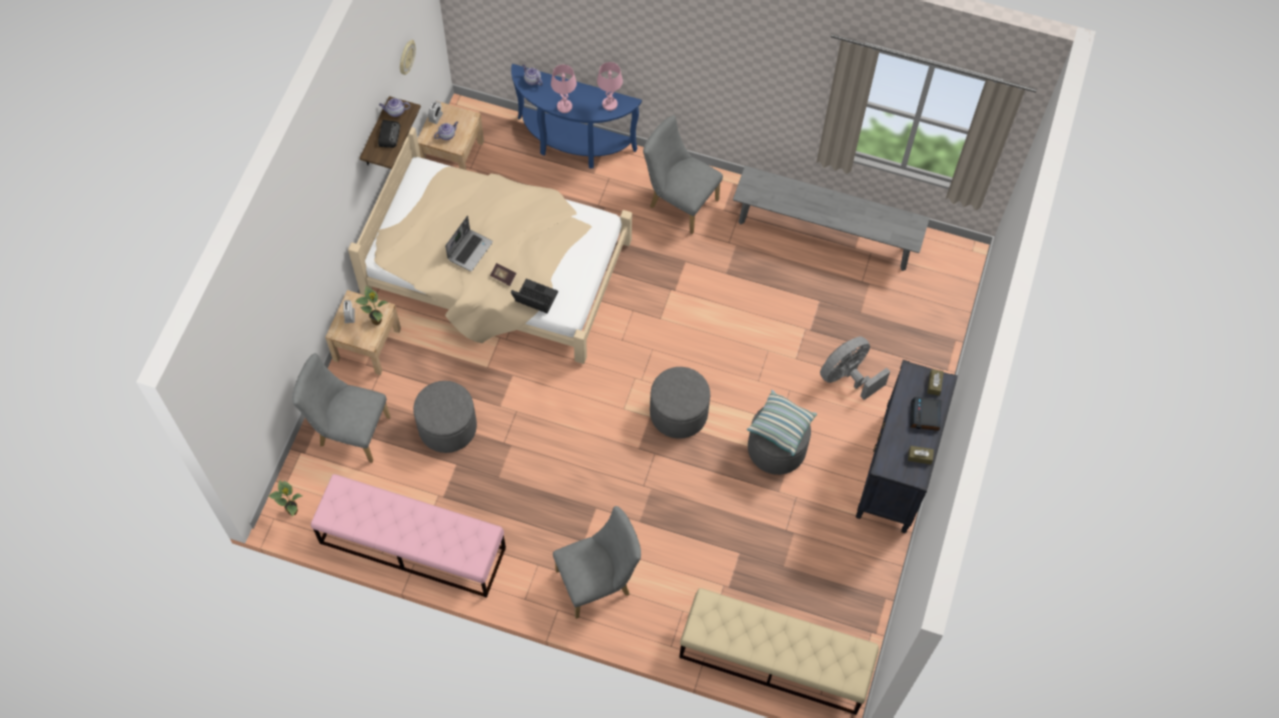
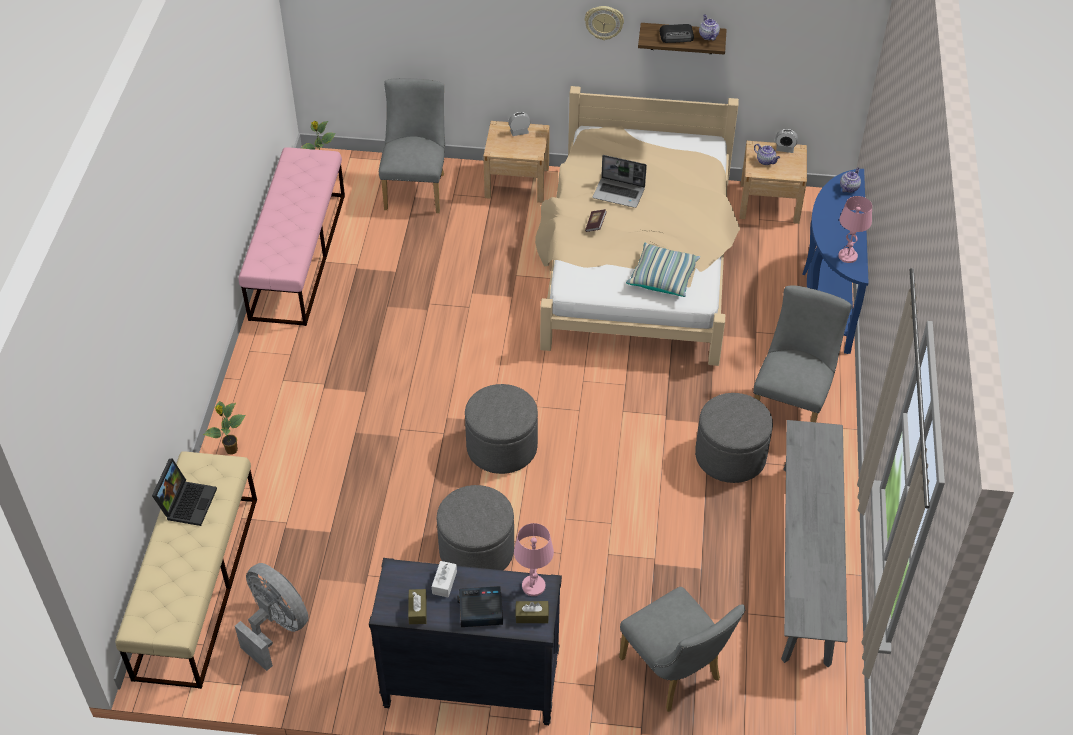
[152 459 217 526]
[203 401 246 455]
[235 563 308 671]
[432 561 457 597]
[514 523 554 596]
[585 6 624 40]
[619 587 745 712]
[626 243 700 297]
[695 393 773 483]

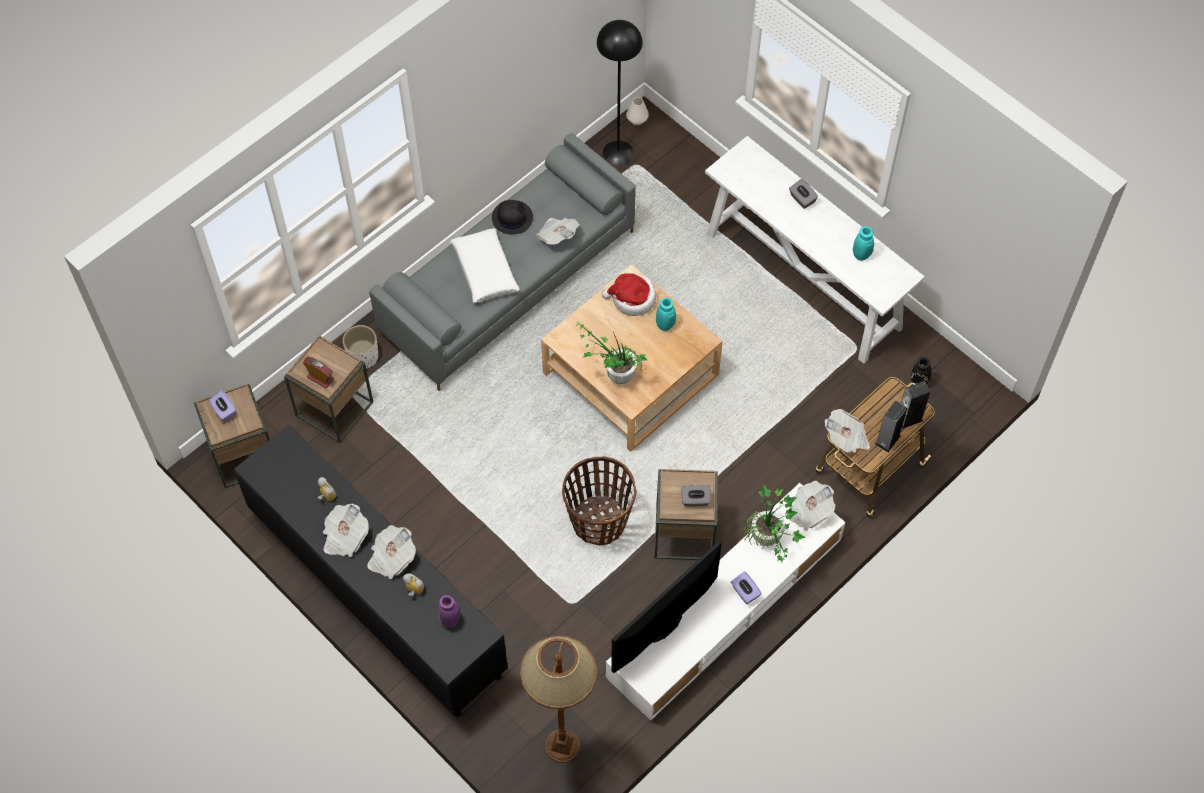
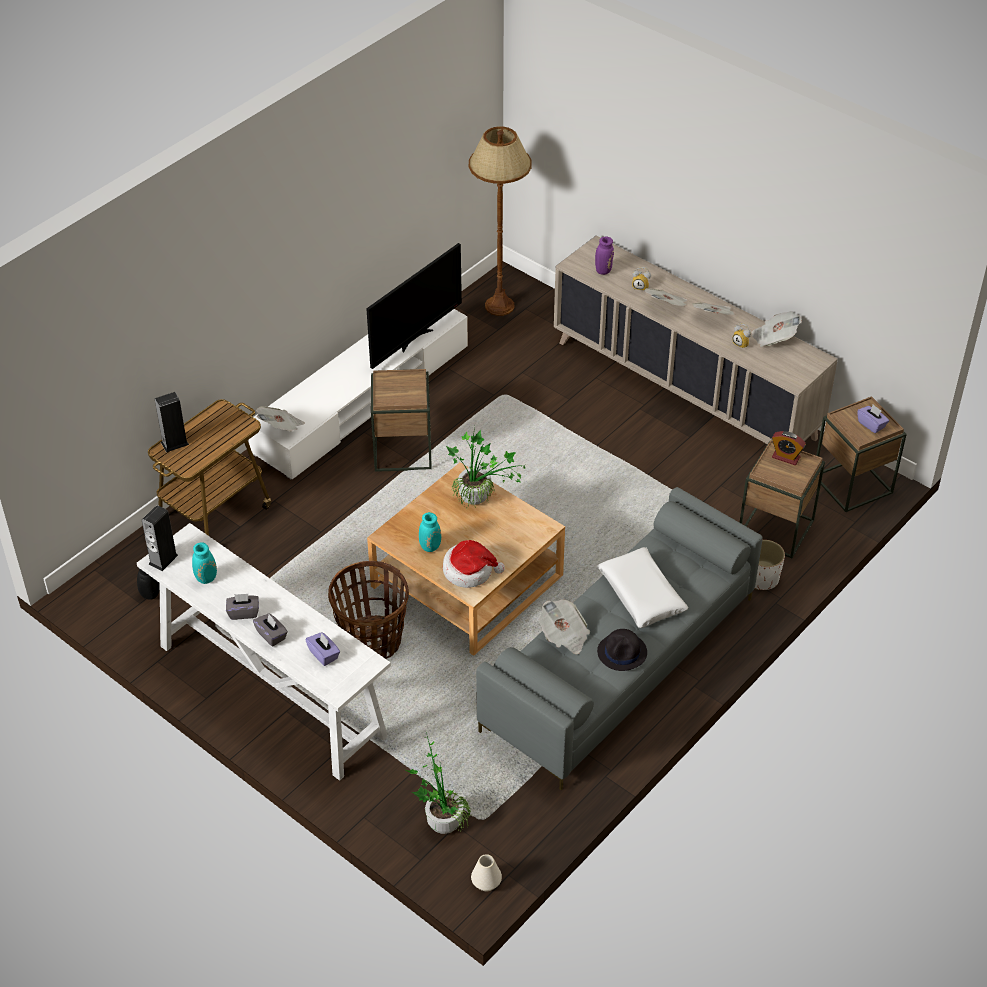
[142 505 178 571]
[226 594 259 620]
[305 632 340 666]
[328 561 409 659]
[405 732 472 834]
[554 235 838 444]
[751 311 802 347]
[597 20 643 166] (first image)

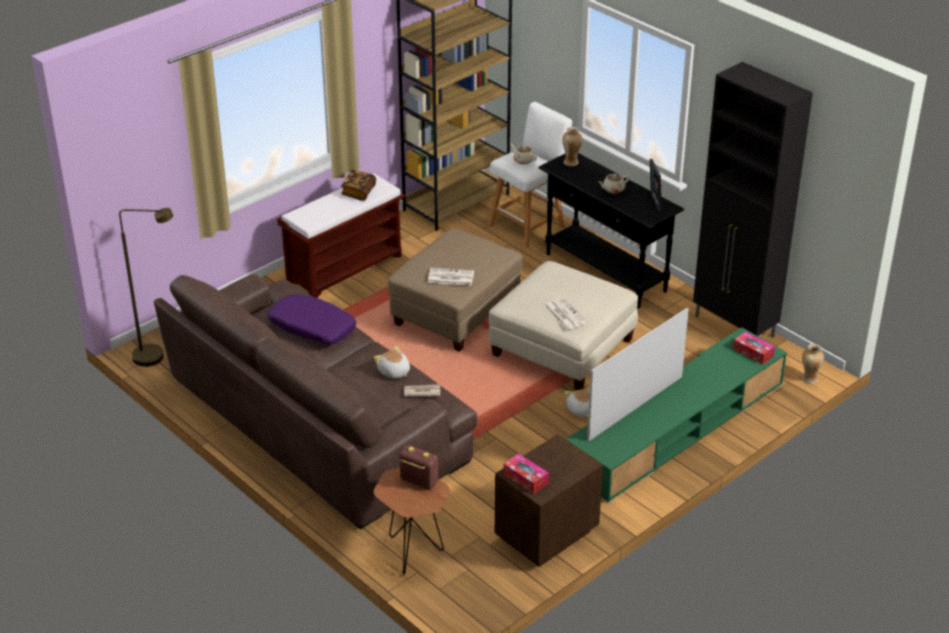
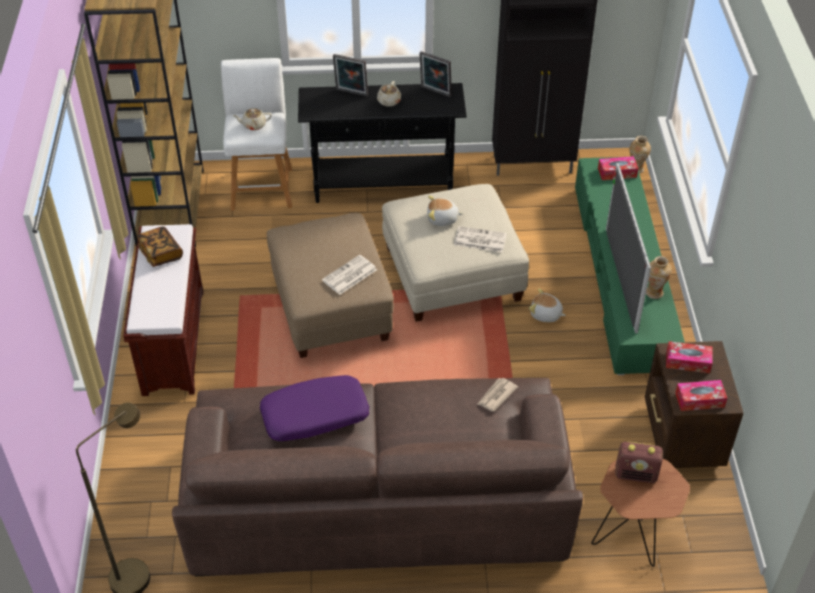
[333 54 368 96]
[427 196 463 226]
[615 442 663 483]
[646 256 672 299]
[666 341 713 373]

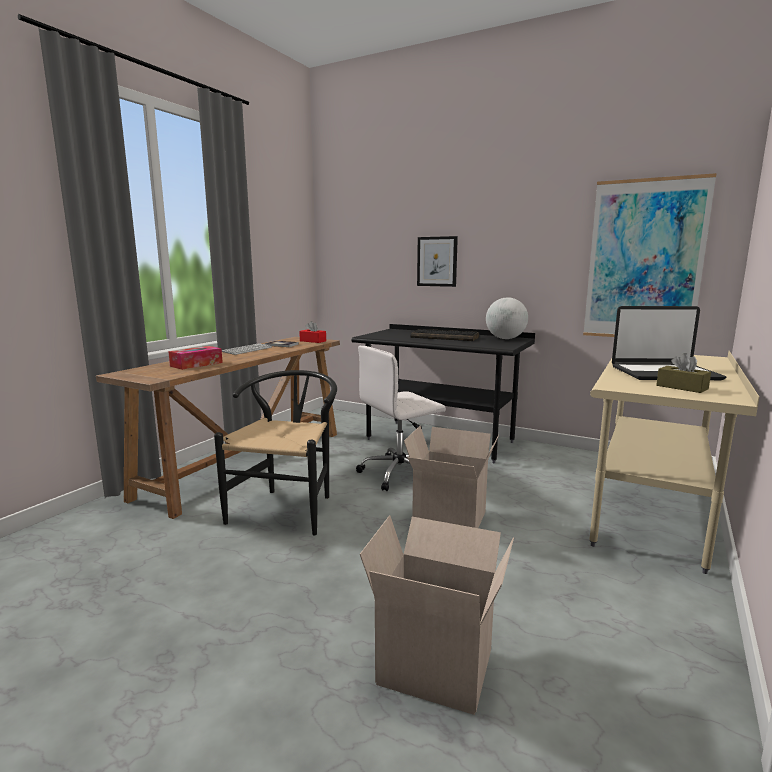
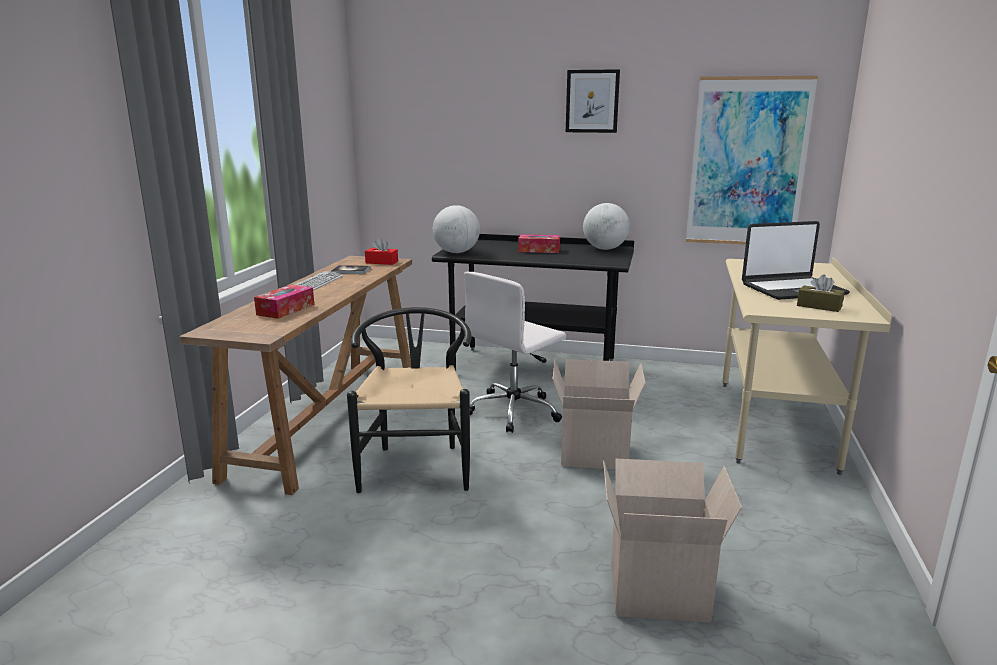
[433 205 480 253]
[518 234 560 253]
[566 69 620 133]

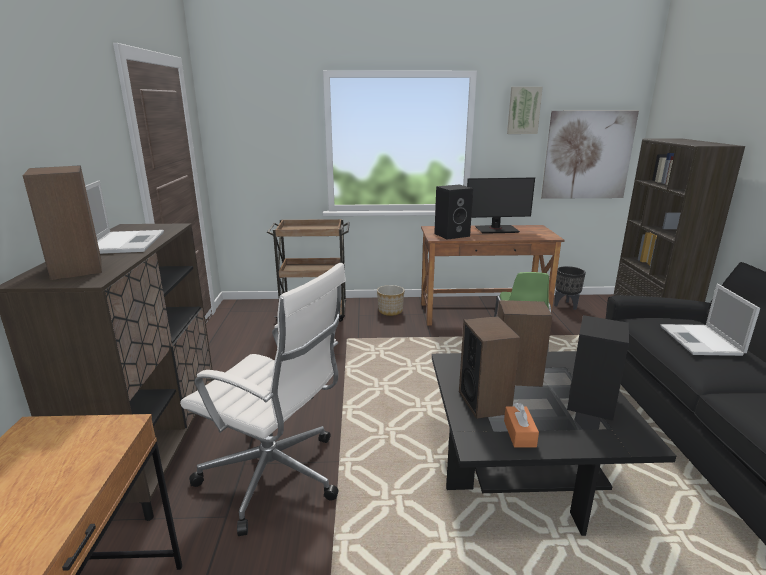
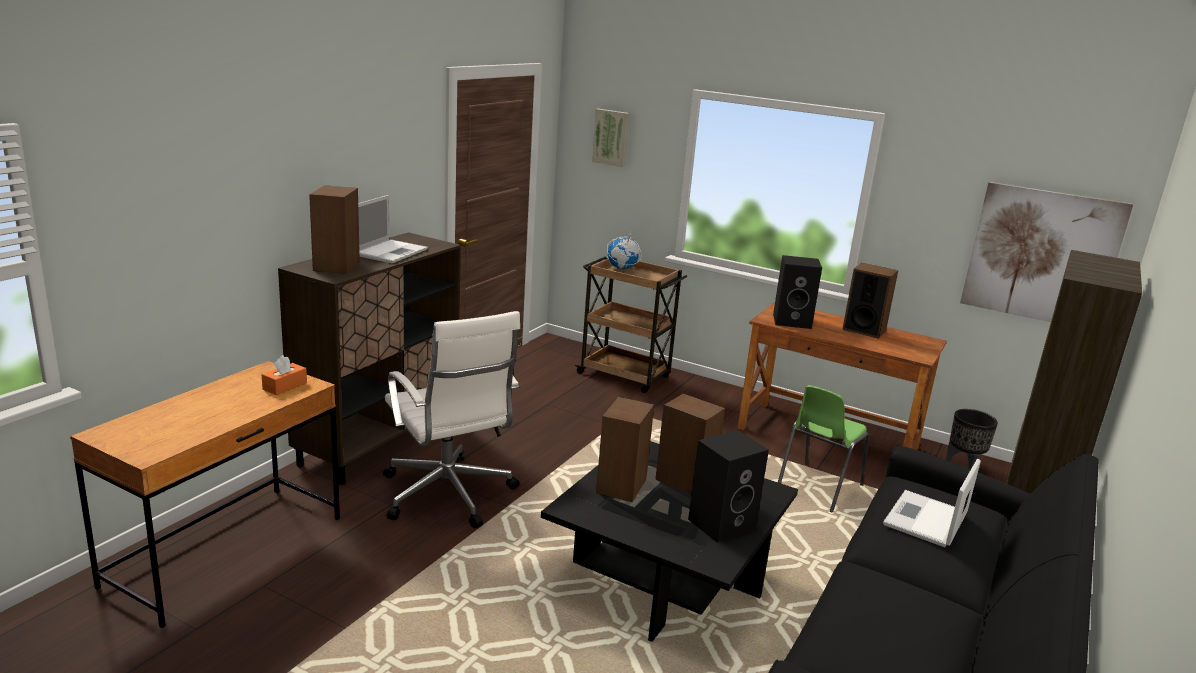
[262 355 307 395]
[592 109 630 167]
[607 232 642 269]
[842 263 898 339]
[377 285 404 316] (first image)

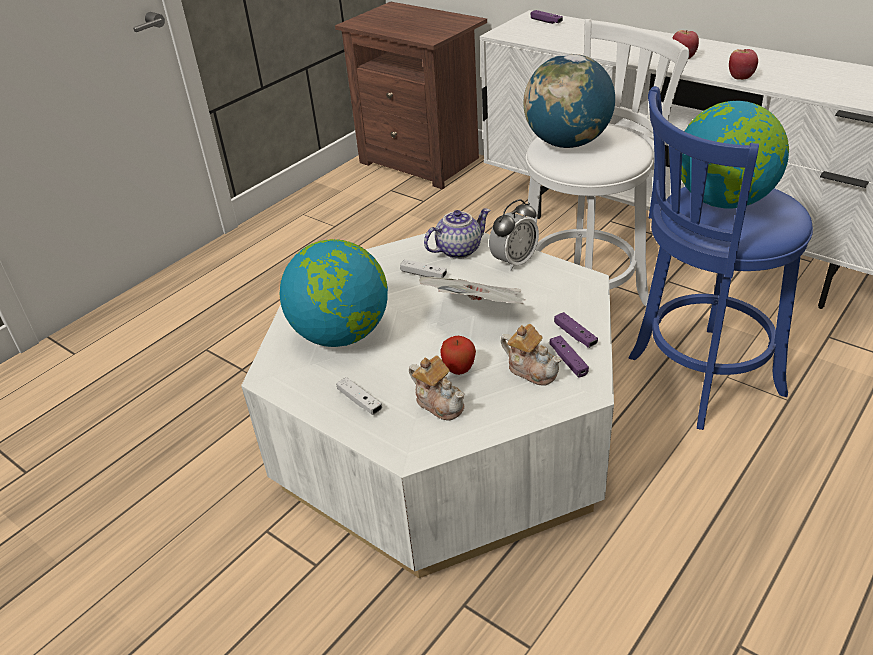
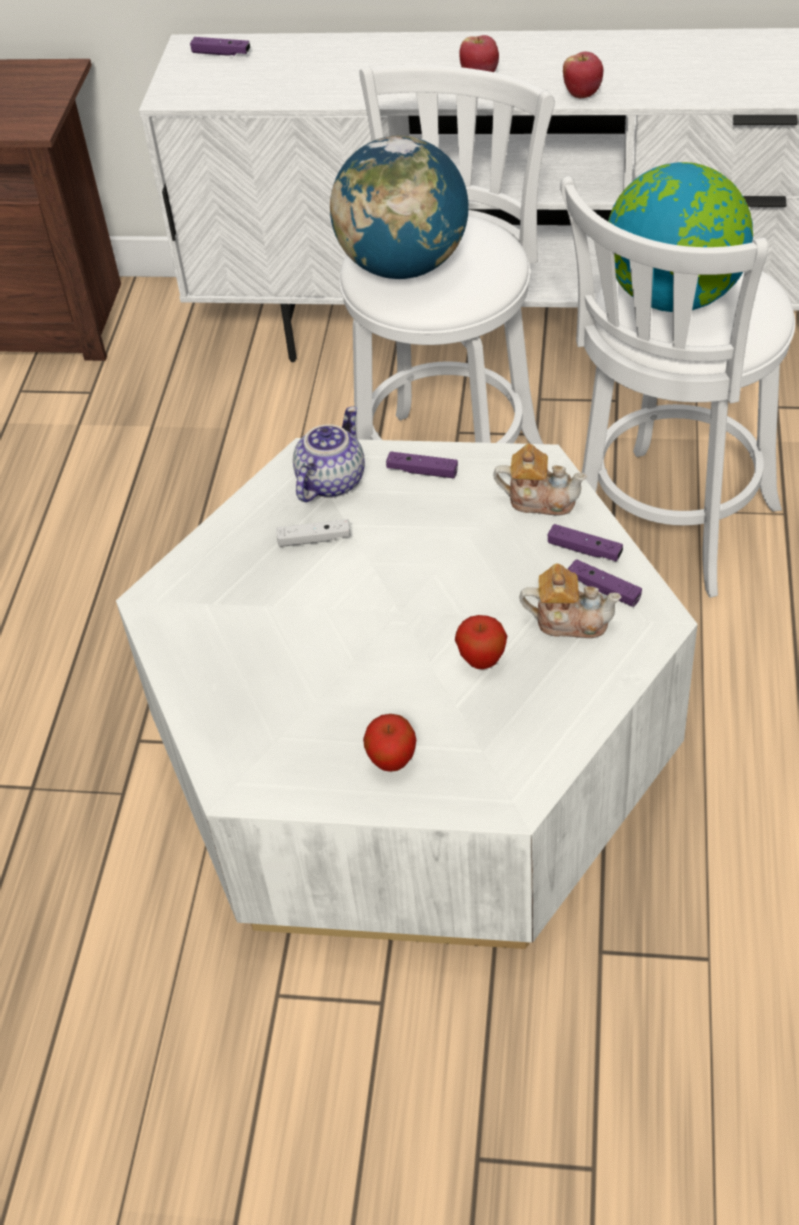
[363 714 416 772]
[386 451 458 478]
[493 444 587 516]
[560 176 795 598]
[280 239 388 347] (first image)
[419 277 525 305] (first image)

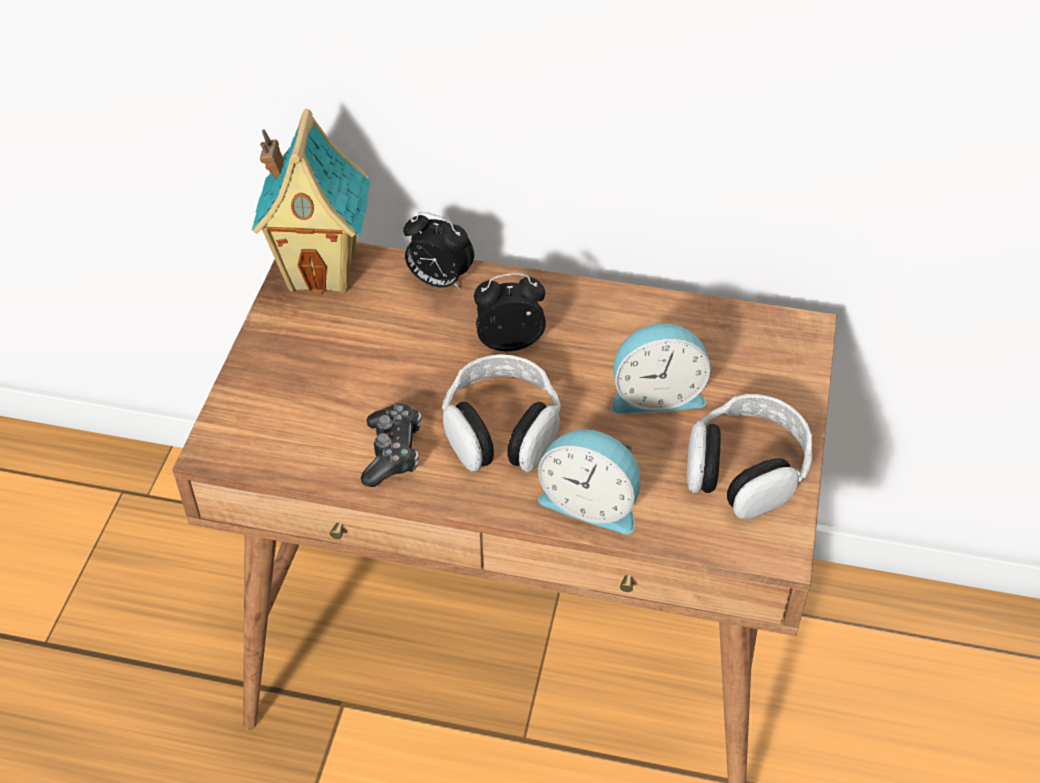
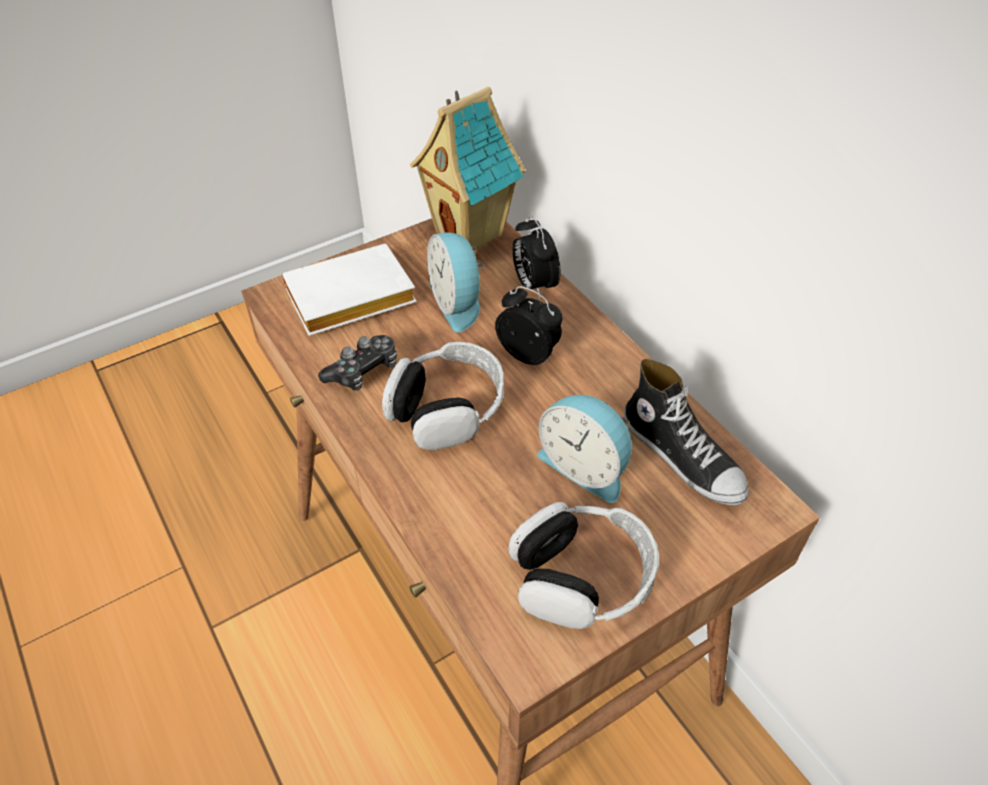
[282 244 417 336]
[427 233 485 333]
[624 359 749 505]

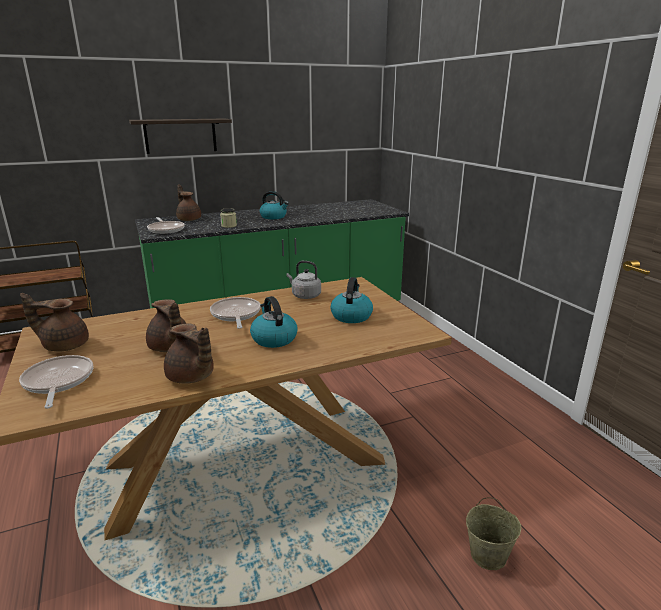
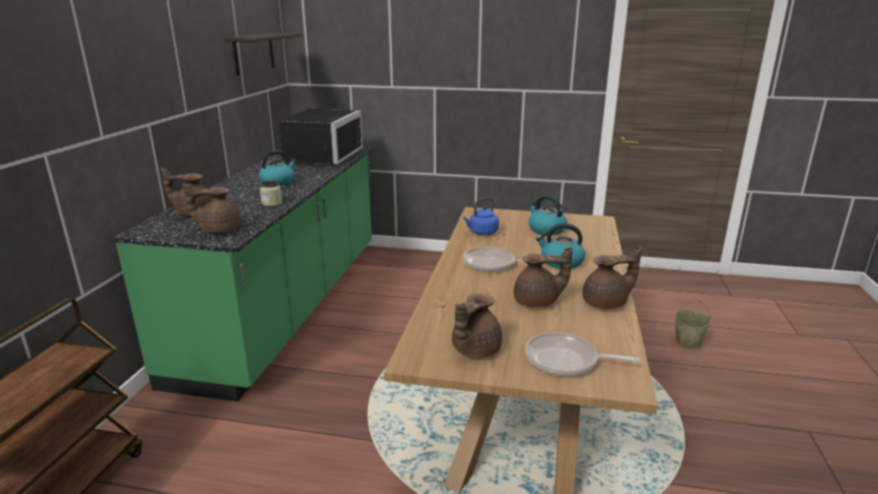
[183 183 241 233]
[225 33 303 75]
[275 109 363 165]
[463 197 499 235]

